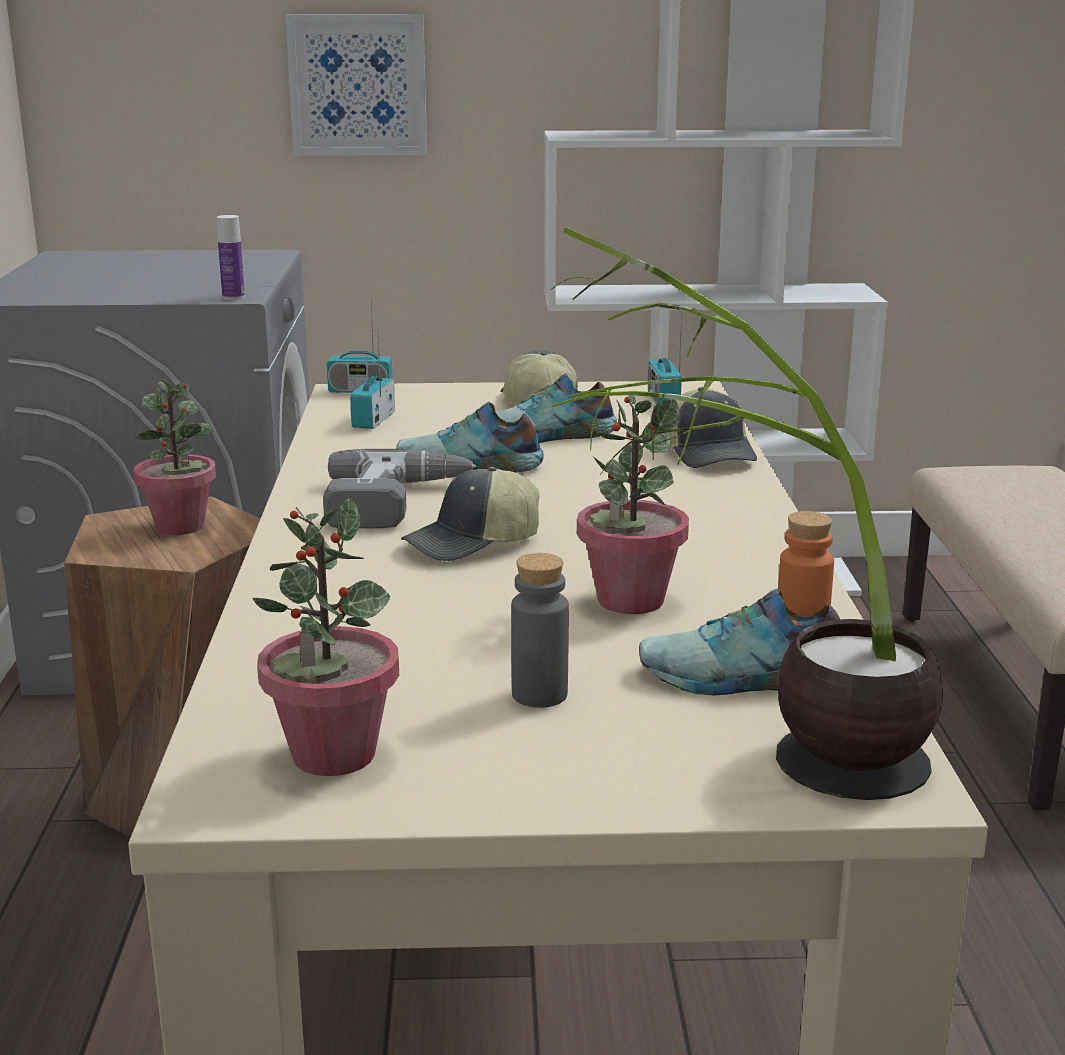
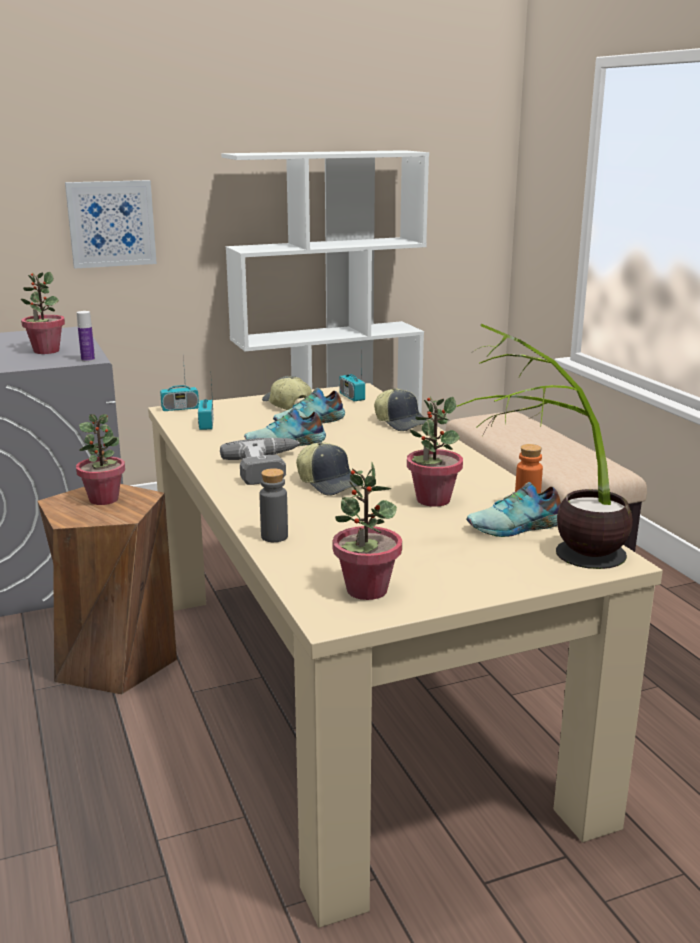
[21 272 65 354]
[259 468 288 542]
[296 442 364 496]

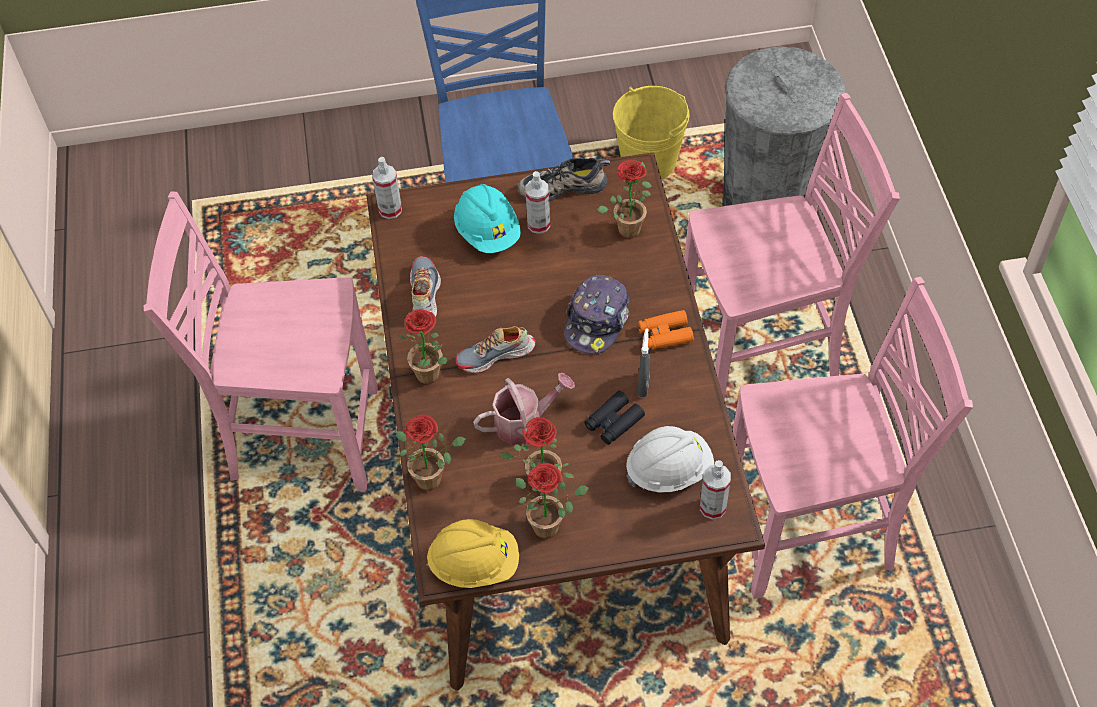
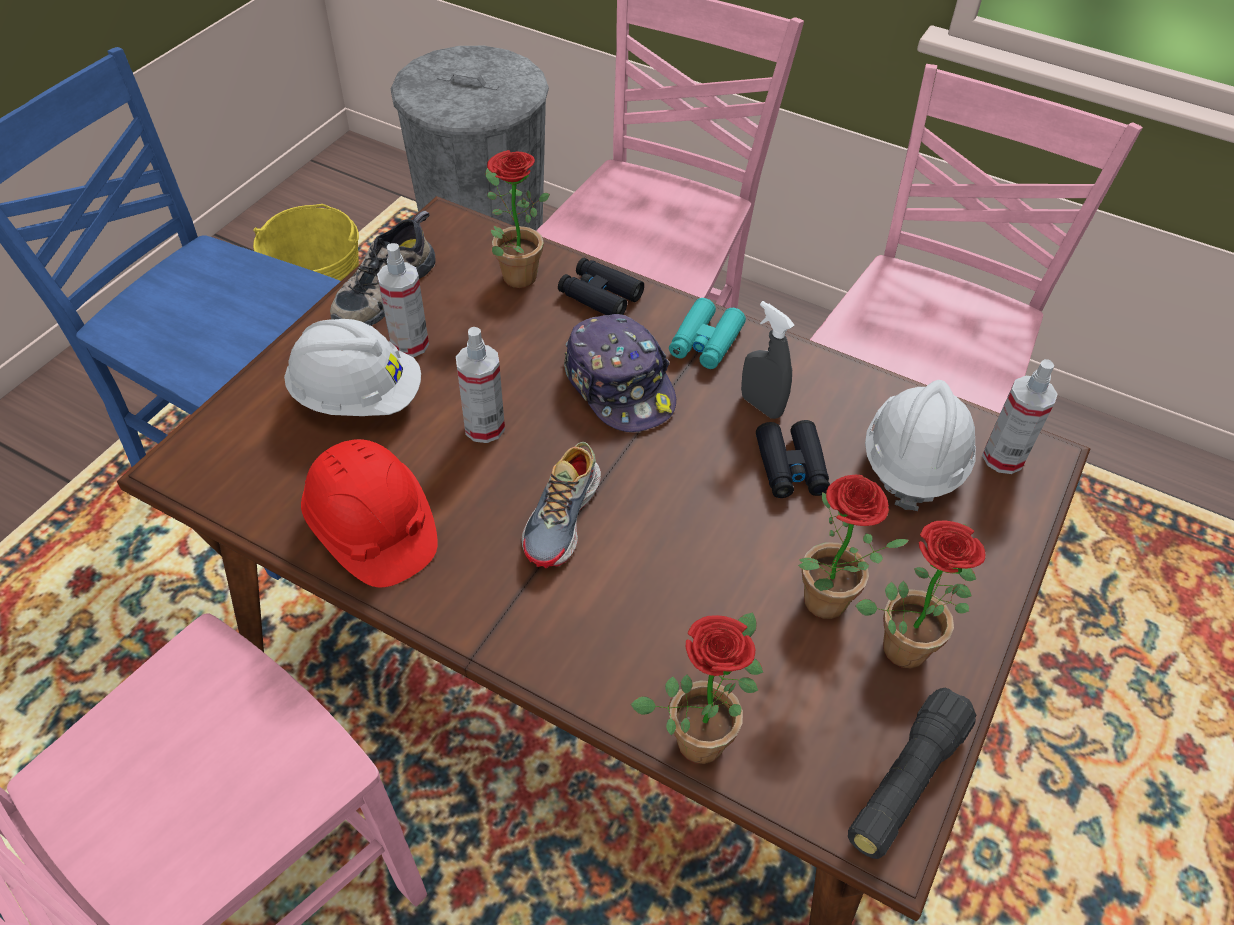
[284 319 421 416]
[301 439 438 587]
[456 327 505 443]
[558 258 644 315]
[669 298 746 369]
[848 688 976 859]
[398 309 447 384] (first image)
[473 373 575 445] (first image)

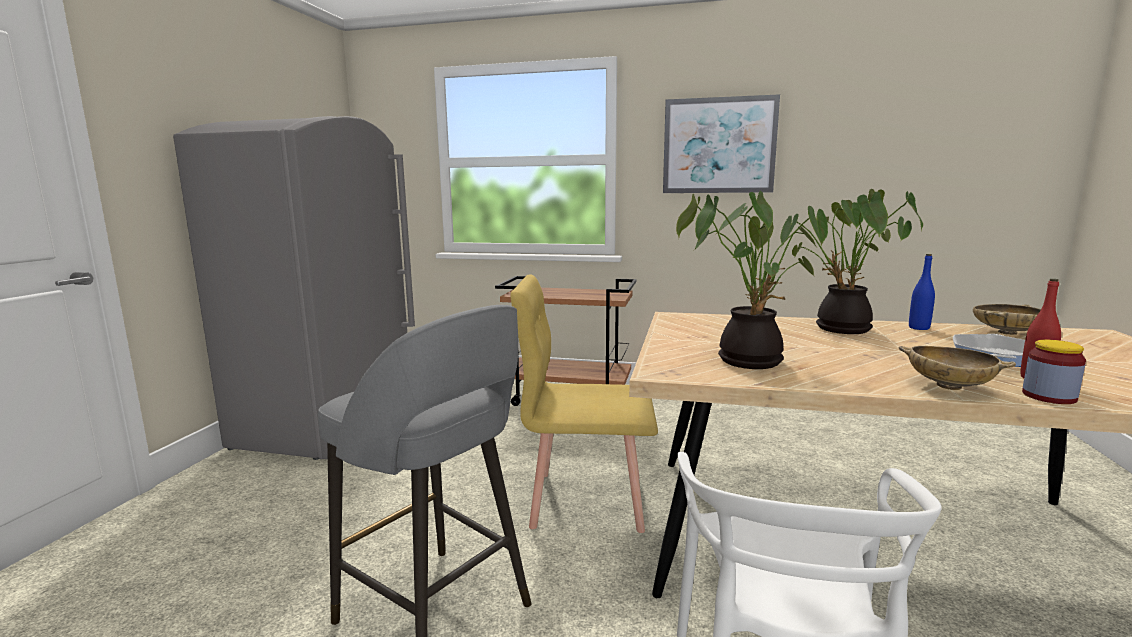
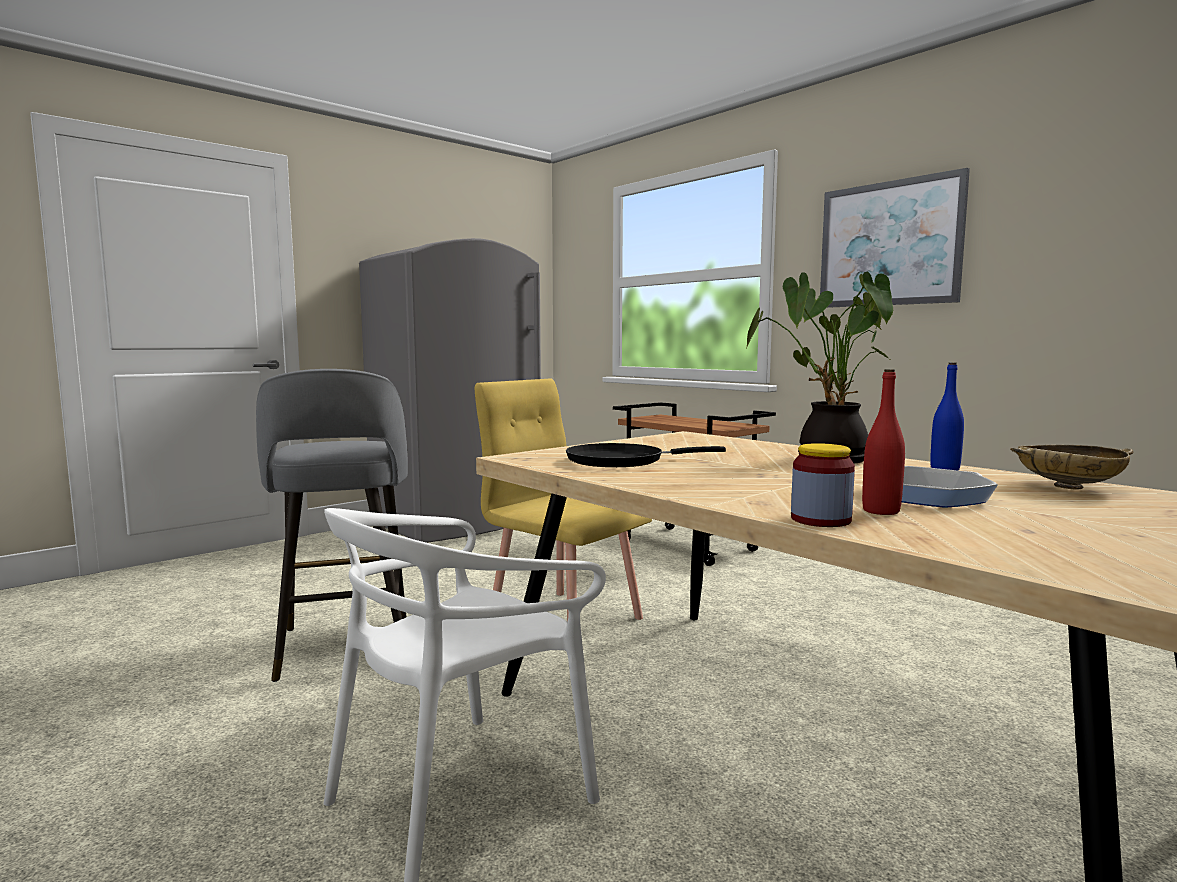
[566 443 726 467]
[898 346 1016 390] (first image)

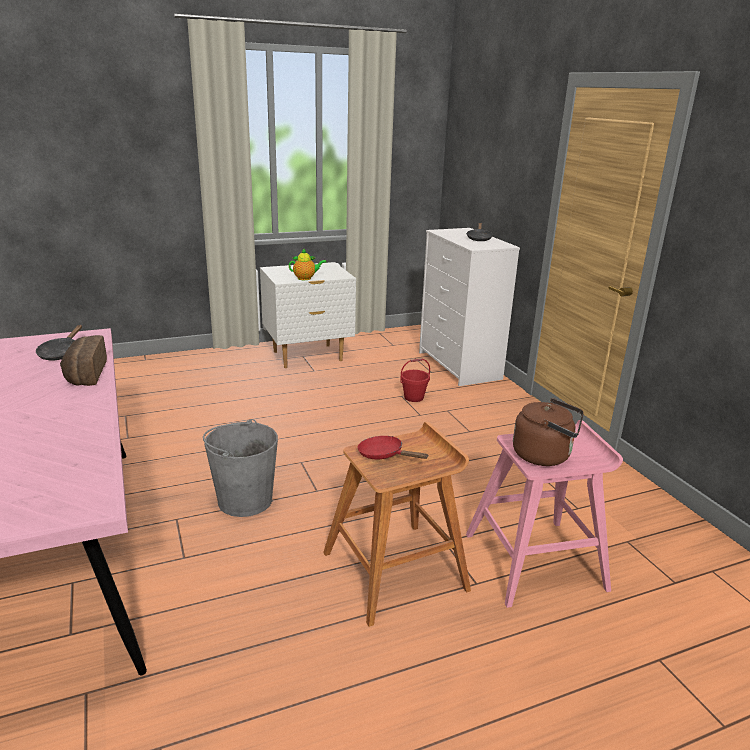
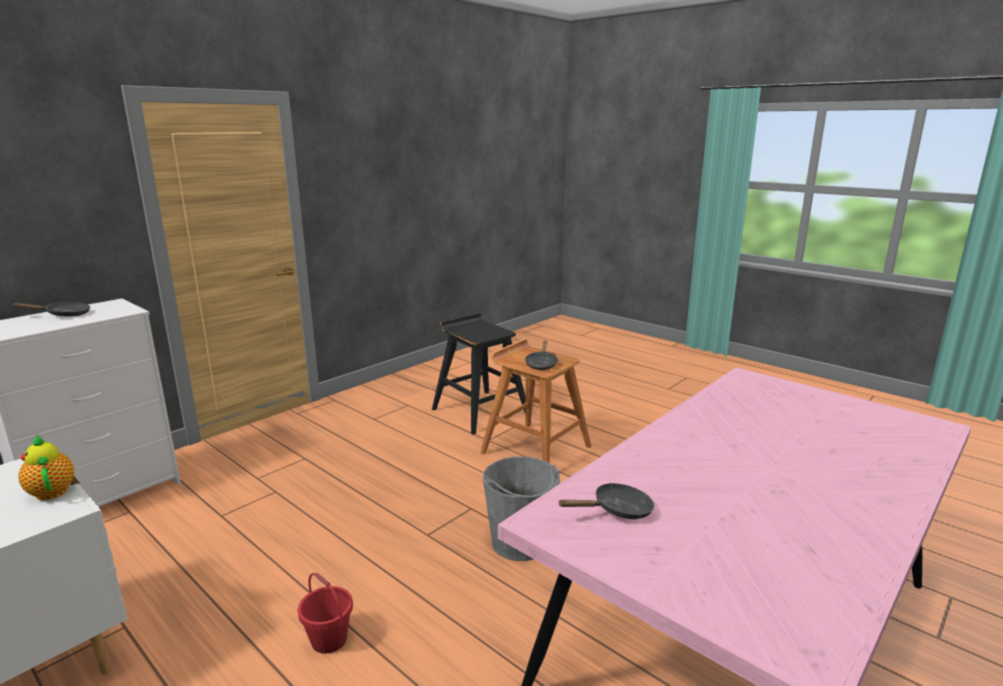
[298 573 353 654]
[432 313 525 435]
[525 341 558 370]
[60 335 107 386] (first image)
[513 398 584 466] (first image)

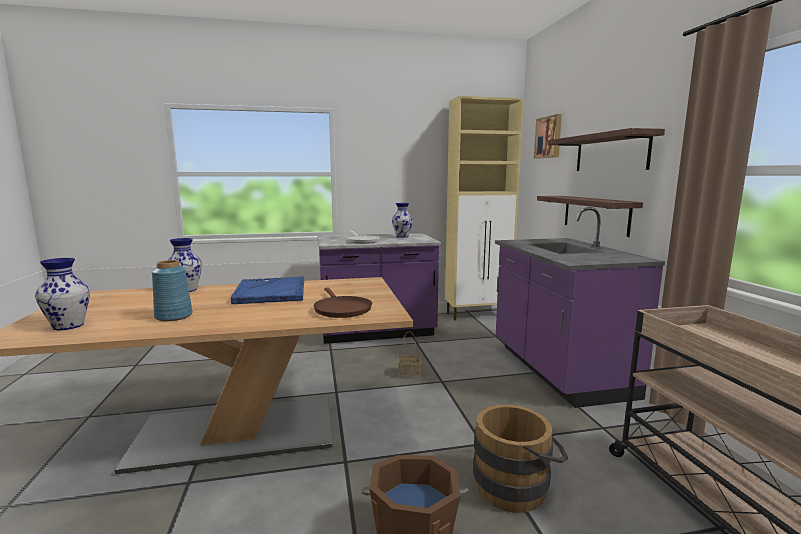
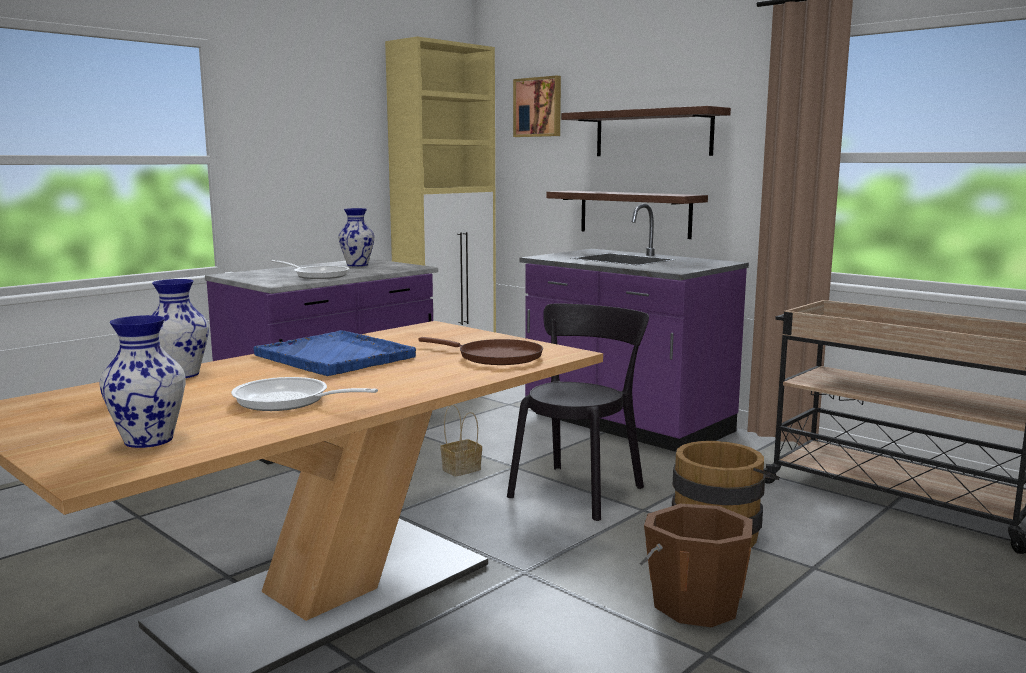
[231 377 378 411]
[507 304 649 521]

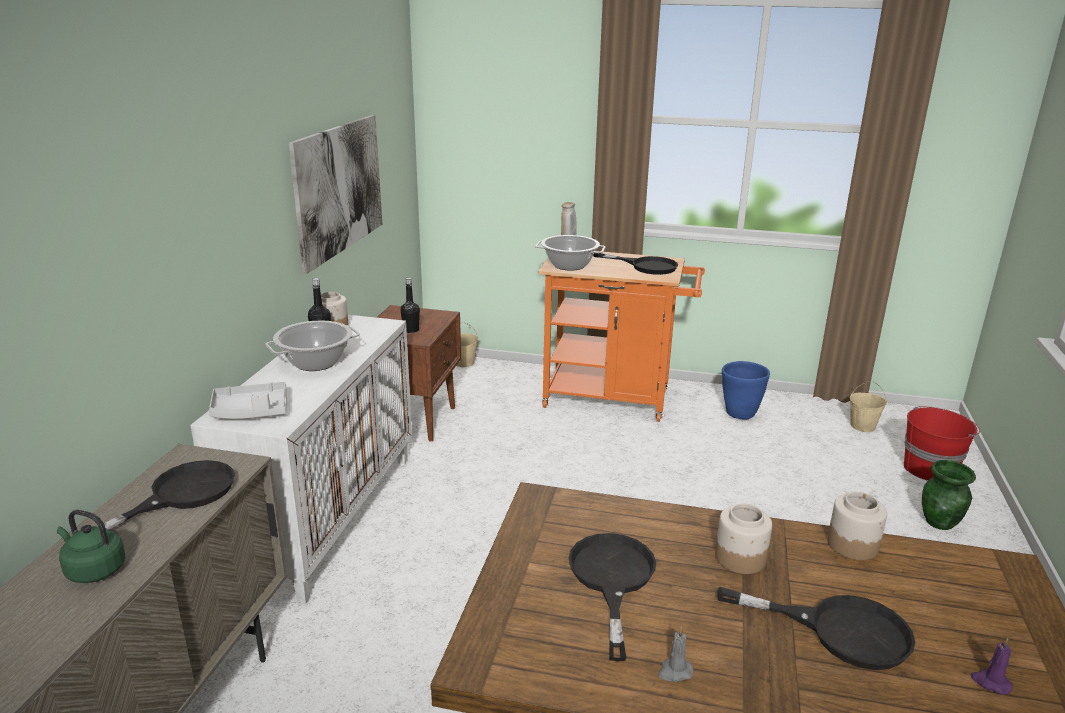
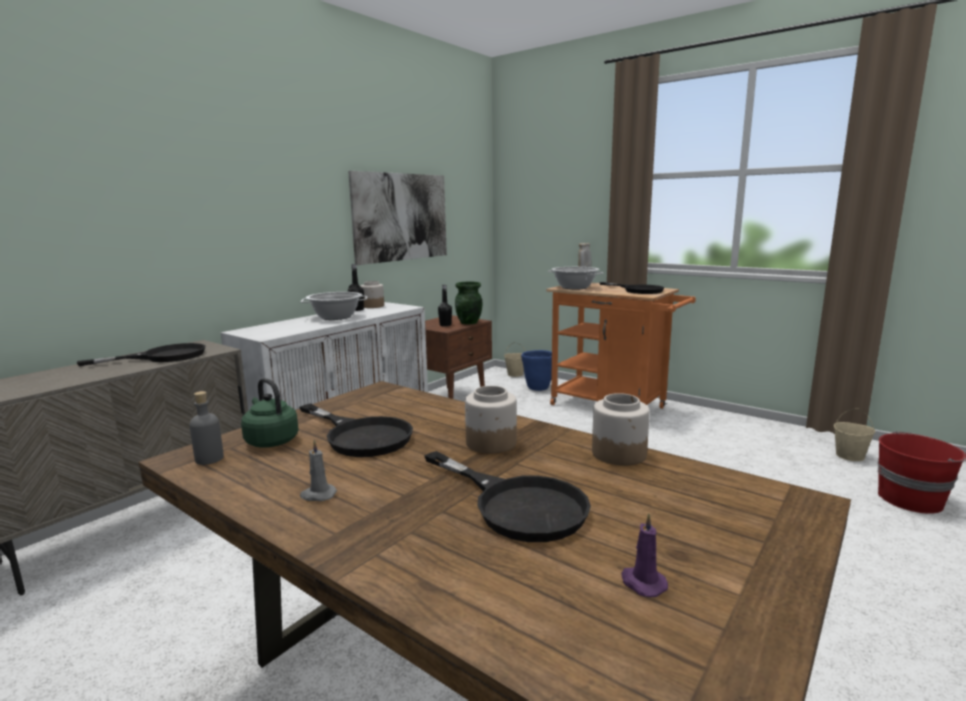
[189 391 224 465]
[241 378 298 448]
[299 404 413 457]
[455 282 483 324]
[521 350 552 391]
[209 382 287 419] (first image)

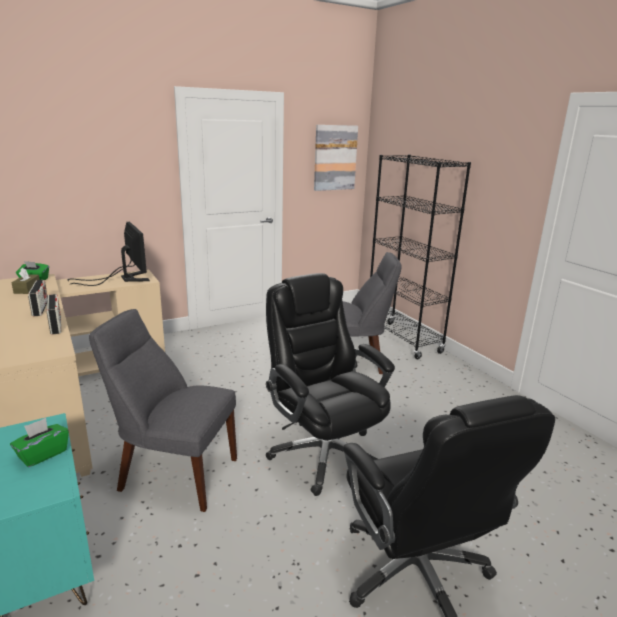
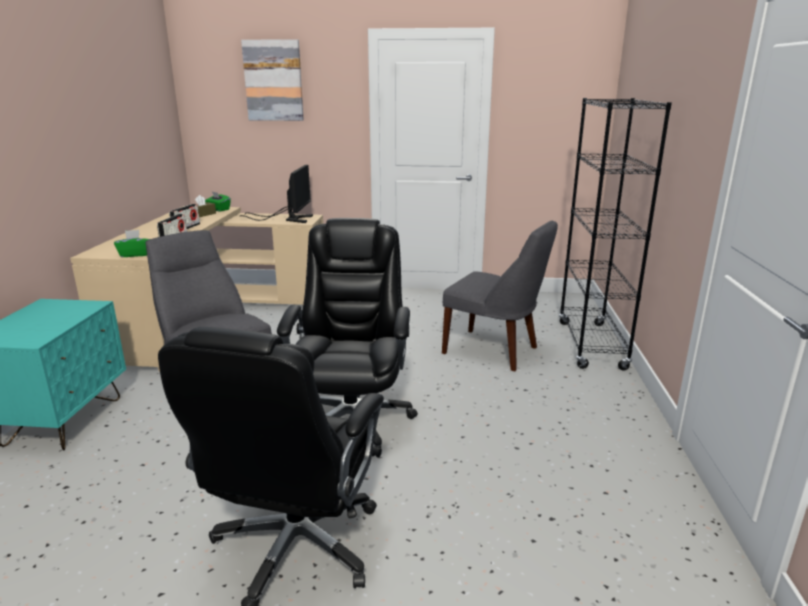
[114 230 149 257]
[241 39 304 121]

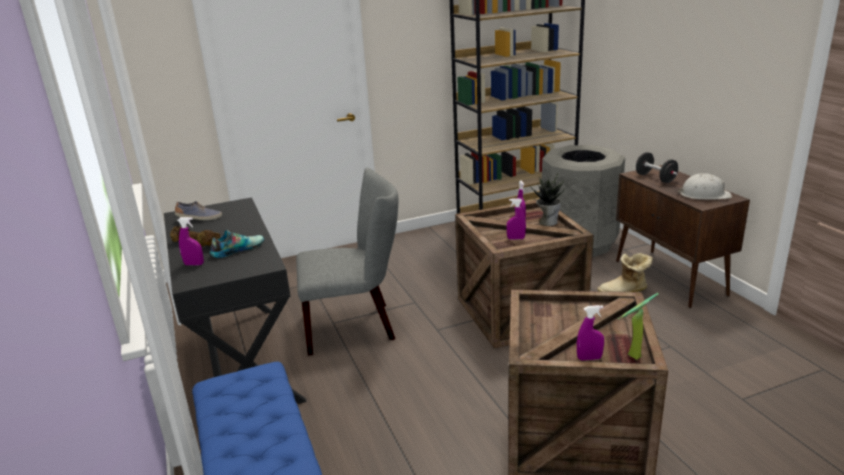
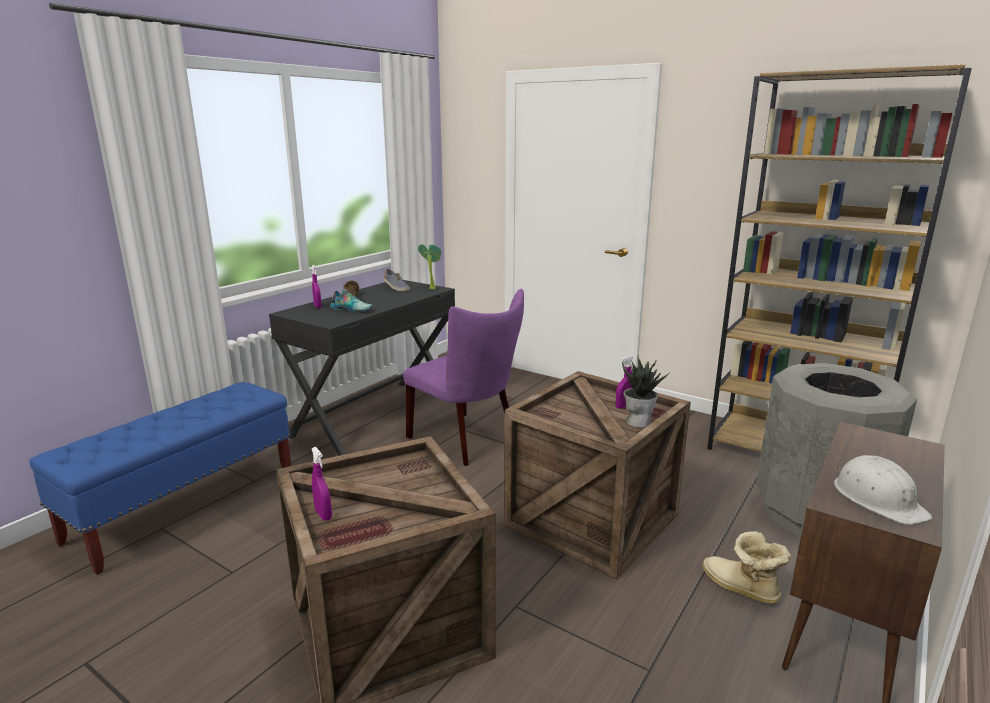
[403 289 524 466]
[418 244 441 290]
[506 198 526 240] (first image)
[636 152 678 183] (first image)

